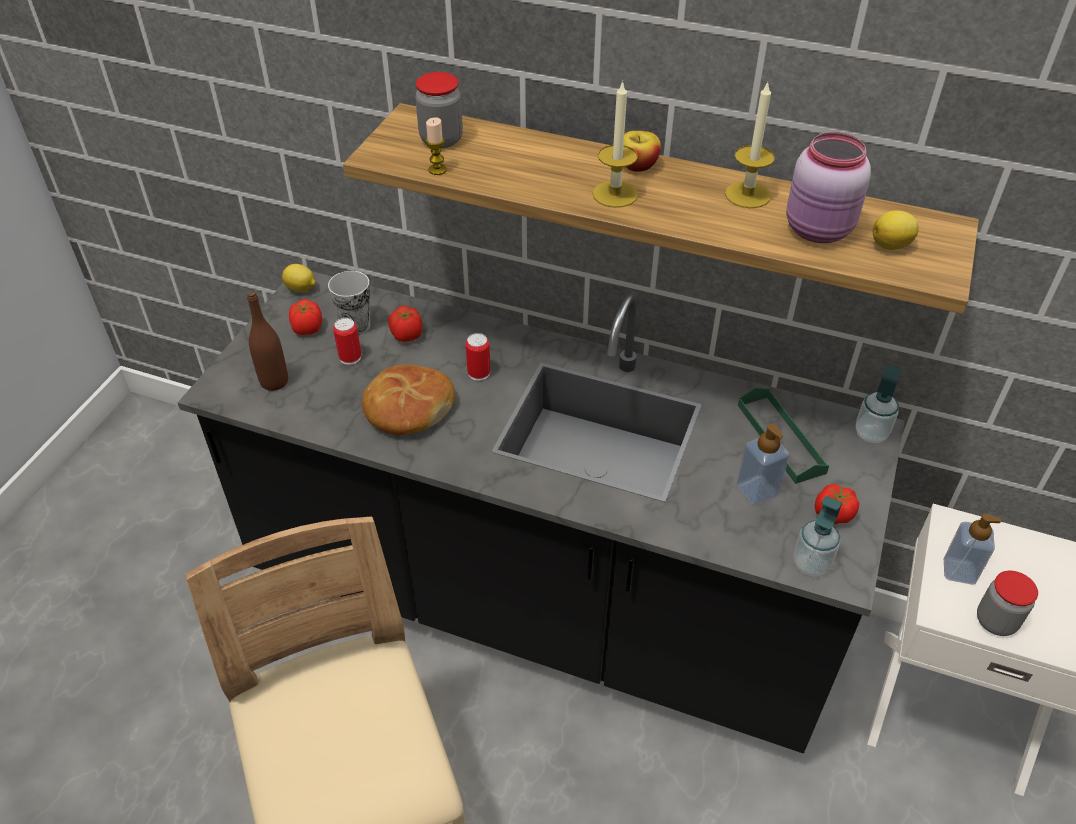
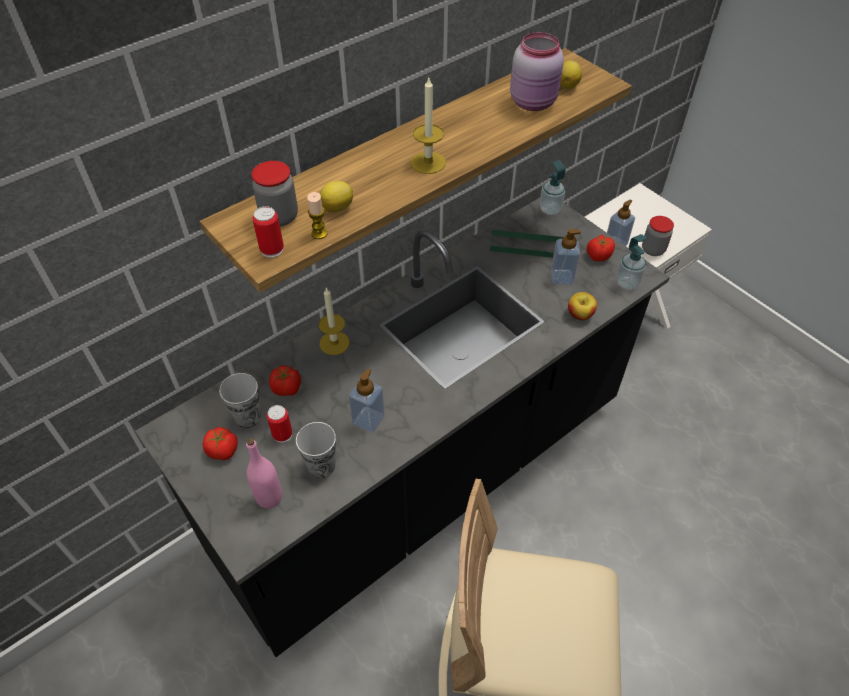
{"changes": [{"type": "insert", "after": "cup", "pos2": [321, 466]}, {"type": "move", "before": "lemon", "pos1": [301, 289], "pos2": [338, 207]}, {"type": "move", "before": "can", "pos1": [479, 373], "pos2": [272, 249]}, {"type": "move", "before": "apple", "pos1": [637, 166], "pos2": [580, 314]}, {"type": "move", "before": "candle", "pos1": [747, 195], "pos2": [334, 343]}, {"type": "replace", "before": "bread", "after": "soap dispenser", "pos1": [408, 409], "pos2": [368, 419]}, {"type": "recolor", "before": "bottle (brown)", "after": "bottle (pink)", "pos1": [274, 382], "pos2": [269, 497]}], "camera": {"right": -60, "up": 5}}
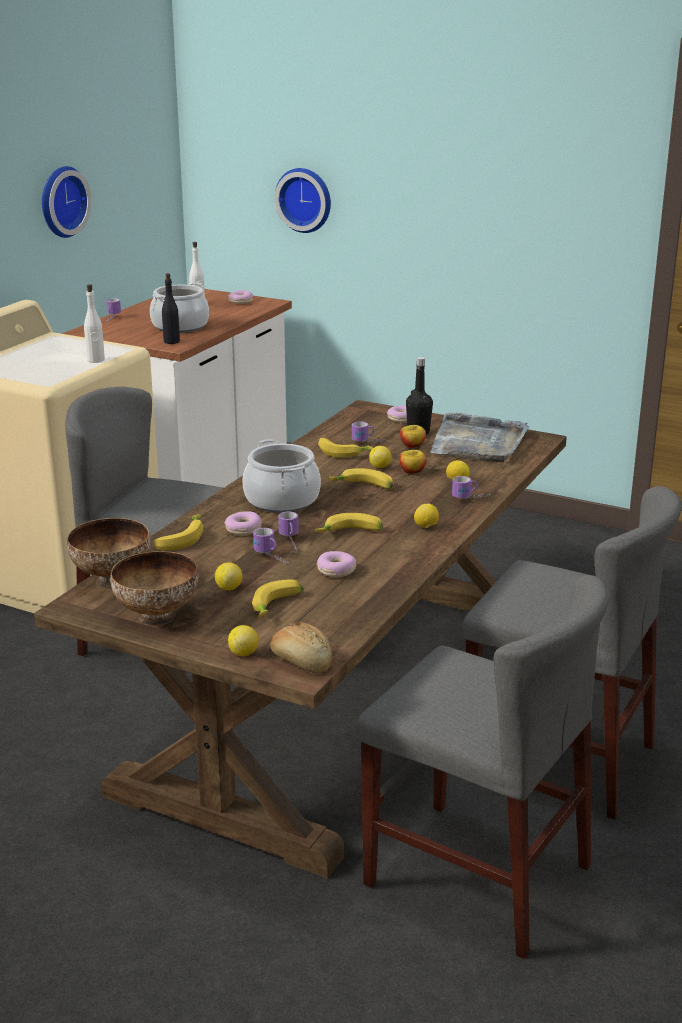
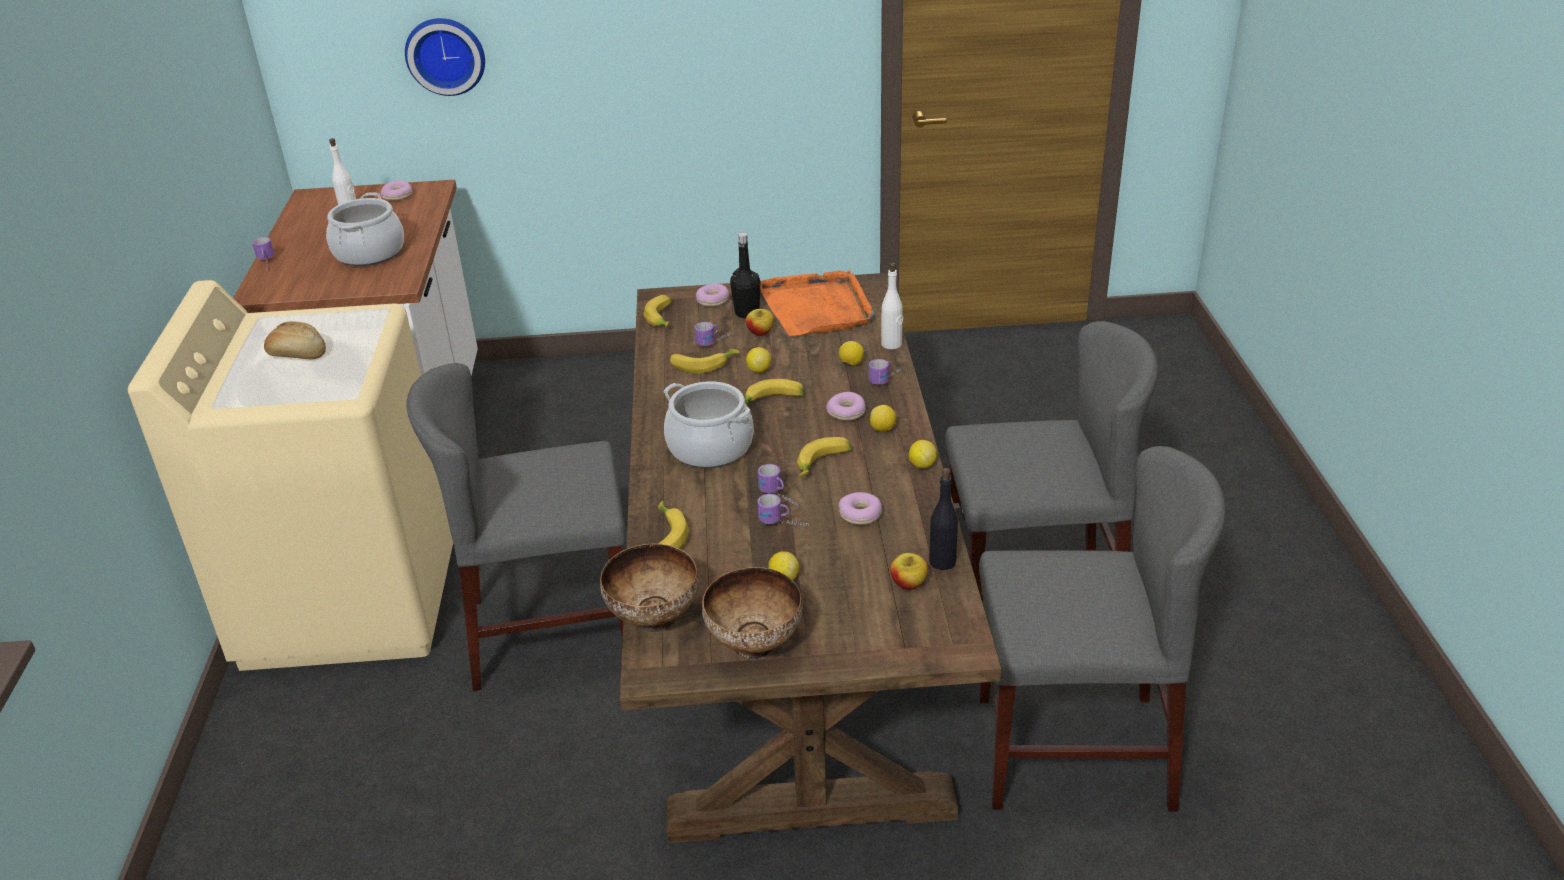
{"changes": [{"type": "delete", "before": "wall clock", "pos1": [60, 201]}, {"type": "move", "before": "bottle (white)", "pos1": [95, 360], "pos2": [891, 344]}, {"type": "move", "before": "bottle (black)", "pos1": [171, 341], "pos2": [942, 561]}, {"type": "move", "before": "donut", "pos1": [243, 529], "pos2": [846, 412]}, {"type": "move", "before": "lemon", "pos1": [243, 653], "pos2": [922, 465]}, {"type": "move", "before": "banana", "pos1": [277, 607], "pos2": [664, 318]}, {"type": "move", "before": "bread", "pos1": [302, 661], "pos2": [297, 354]}, {"type": "move", "before": "apple", "pos1": [412, 471], "pos2": [908, 583]}, {"type": "recolor", "before": "tray (grey)", "after": "tray (orange)", "pos1": [478, 442], "pos2": [817, 307]}], "camera": {"right": -30, "up": 10}}
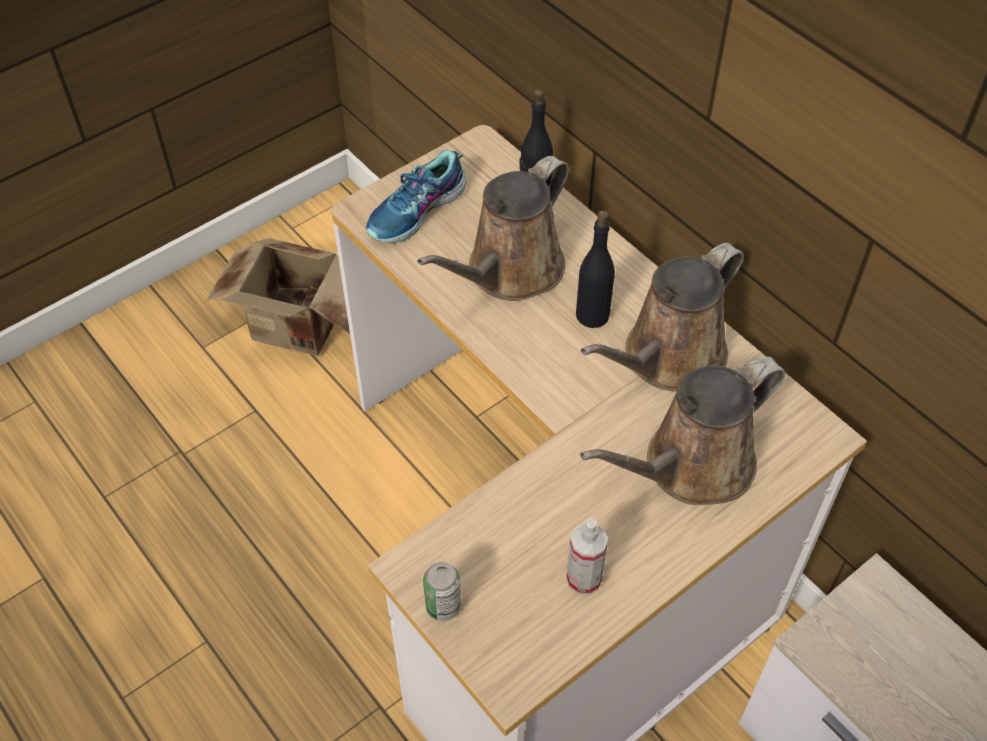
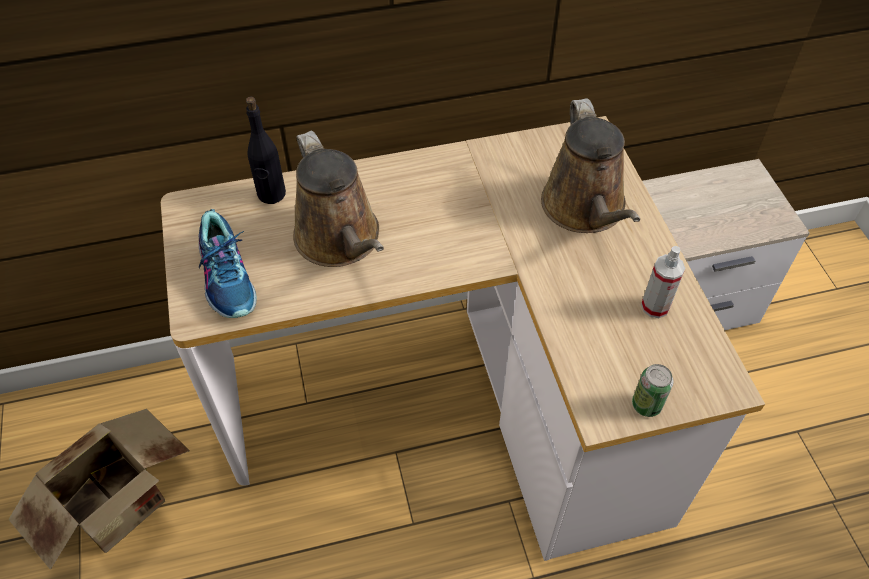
{"changes": [{"type": "delete", "before": "bottle (black)", "pos1": [592, 315]}, {"type": "delete", "before": "watering can (brown)", "pos1": [668, 358]}], "camera": {"right": -65, "up": 0}}
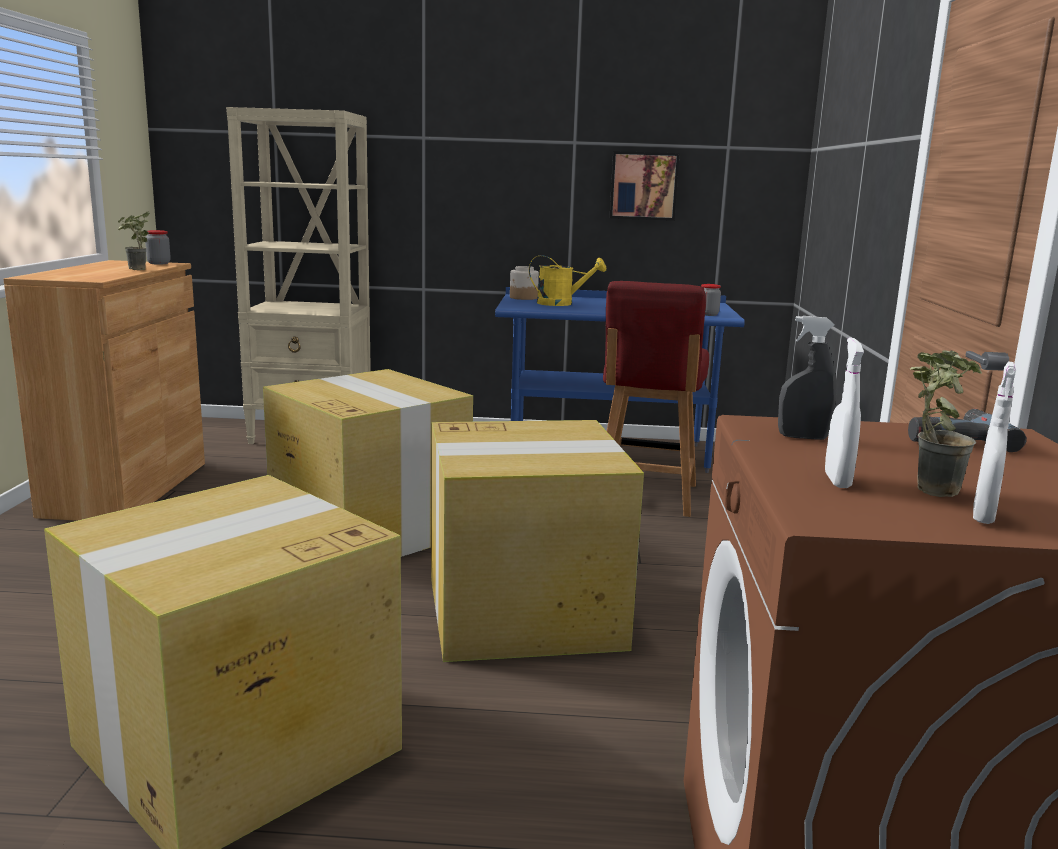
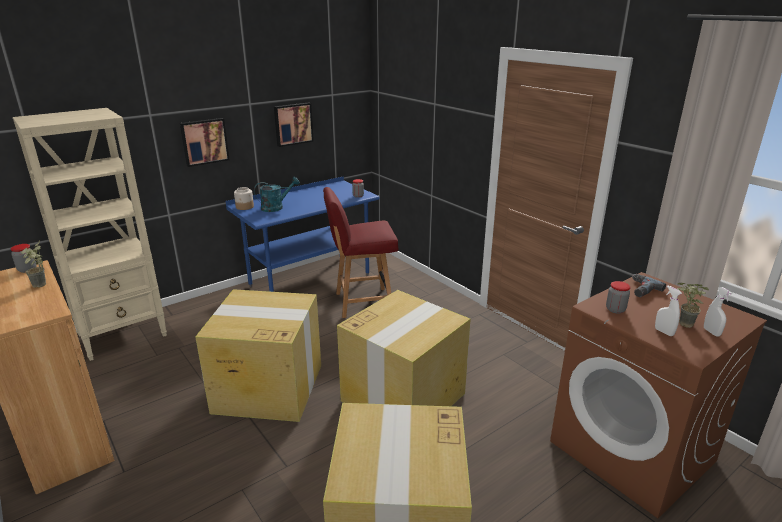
{"changes": [{"type": "insert", "after": "picture", "pos2": [204, 141]}, {"type": "replace", "before": "spray bottle (grey)", "after": "jar", "pos1": [802, 437], "pos2": [615, 309]}, {"type": "recolor", "before": "watering can (yellow)", "after": "watering can (turquoise)", "pos1": [562, 304], "pos2": [276, 207]}, {"type": "rotate", "before": "chair (red)", "pos1": [645, 496], "pos2": [362, 302], "turn": 105}], "camera": {"right": -40, "up": 10}}
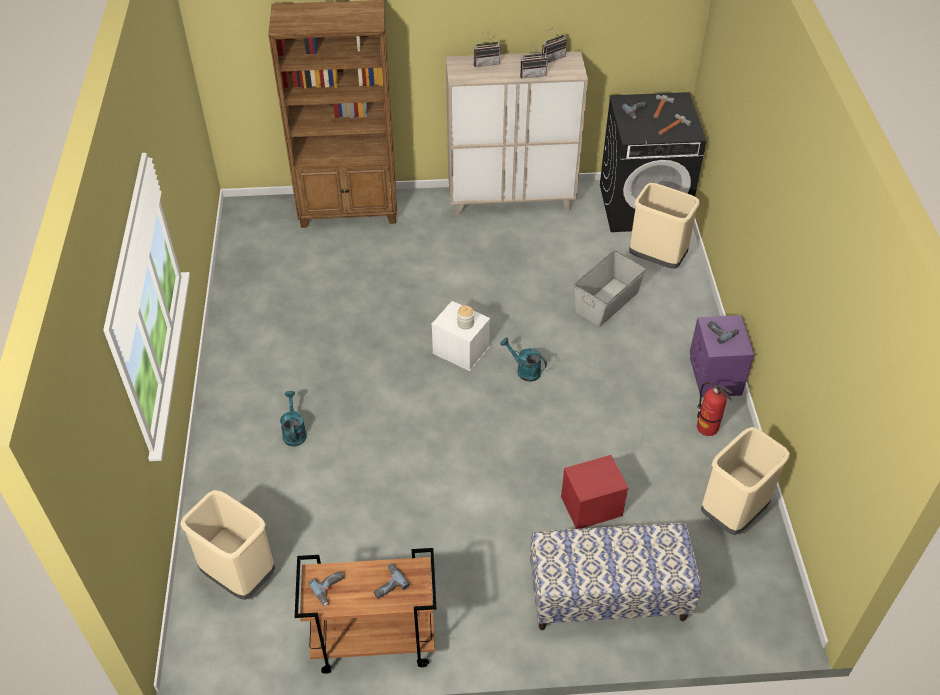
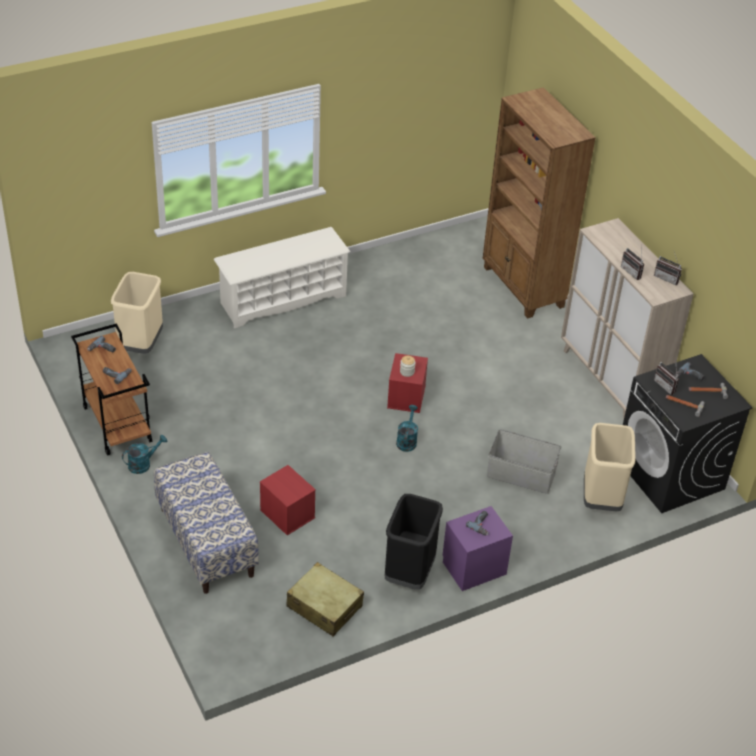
{"changes": [{"type": "insert", "after": "shoe rack (white)", "pos2": [282, 299]}, {"type": "move", "before": "watering can (turquoise)", "pos1": [294, 432], "pos2": [143, 464]}, {"type": "move", "before": "radio", "pos1": [486, 63], "pos2": [667, 386]}, {"type": "replace", "before": "fire extinguisher", "after": "trash can (black)", "pos1": [707, 427], "pos2": [410, 573]}, {"type": "replace", "before": "trash can (beige)", "after": "suitcase (beige)", "pos1": [733, 513], "pos2": [324, 606]}, {"type": "recolor", "before": "storage box (white)", "after": "storage box (red)", "pos1": [460, 350], "pos2": [406, 396]}], "camera": {"right": 65, "up": -5}}
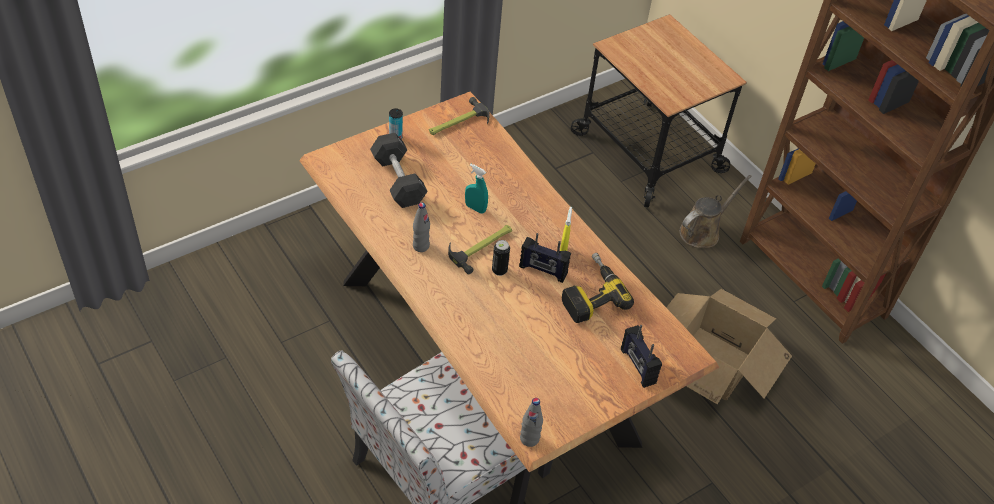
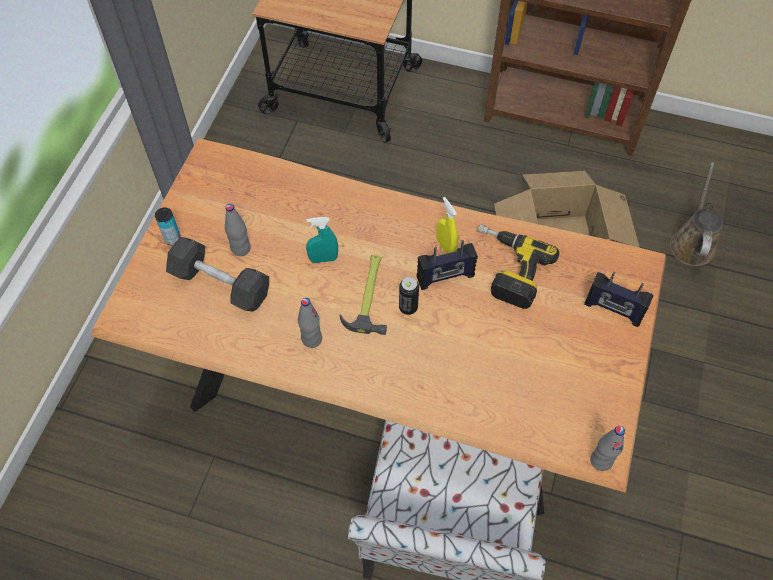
{"changes": [{"type": "delete", "before": "hammer", "pos1": [457, 122]}, {"type": "insert", "after": "bottle (grey)", "pos2": [240, 249]}, {"type": "move", "before": "watering can (brown)", "pos1": [702, 231], "pos2": [692, 243]}], "camera": {"right": -35, "up": 10}}
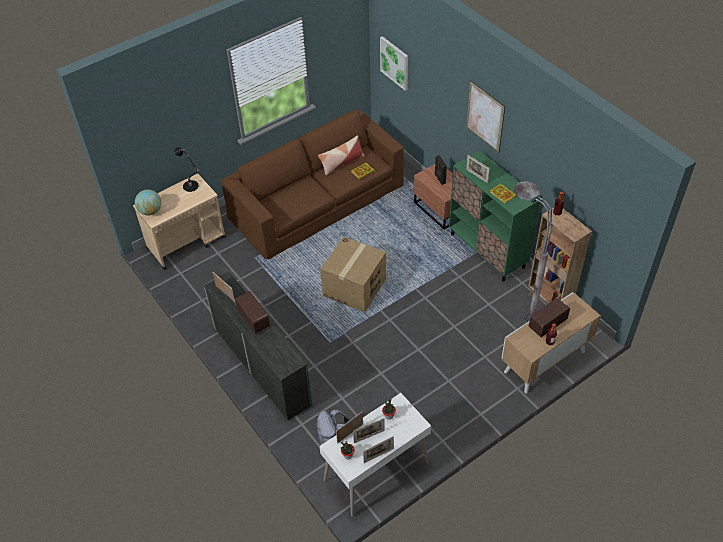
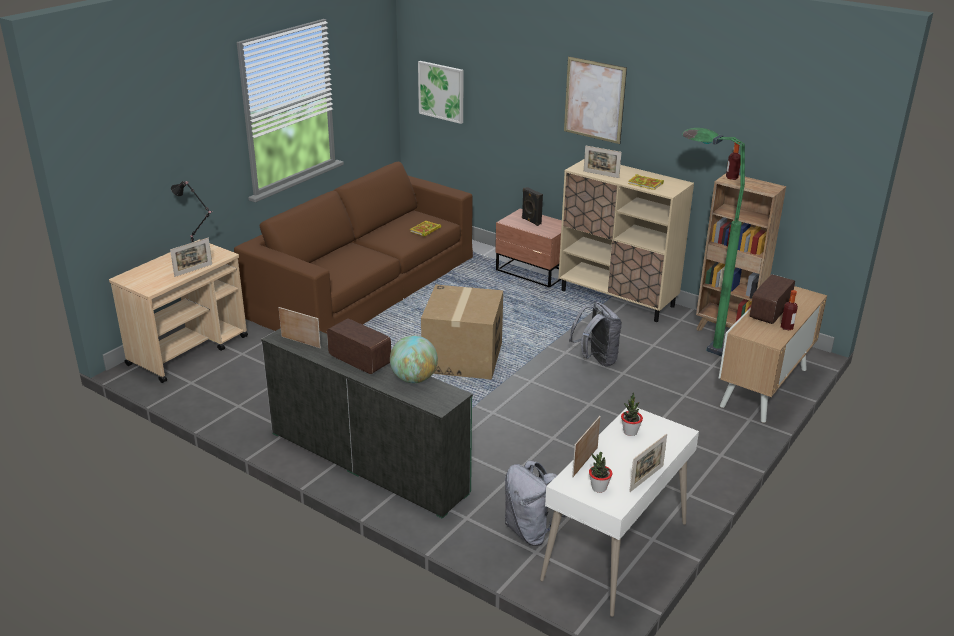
{"changes": [{"type": "delete", "before": "pillow", "pos1": [341, 163]}, {"type": "insert", "after": "backpack (grey)", "pos2": [596, 360]}, {"type": "move", "before": "globe", "pos1": [150, 211], "pos2": [414, 379]}, {"type": "move", "before": "picture frame", "pos1": [369, 436], "pos2": [193, 270]}, {"type": "recolor", "before": "cabinet (green)", "after": "cabinet (beige)", "pos1": [487, 251], "pos2": [617, 298]}, {"type": "recolor", "before": "floor lamp (grey)", "after": "floor lamp (green)", "pos1": [515, 304], "pos2": [687, 339]}], "camera": {"right": -20, "up": -20}}
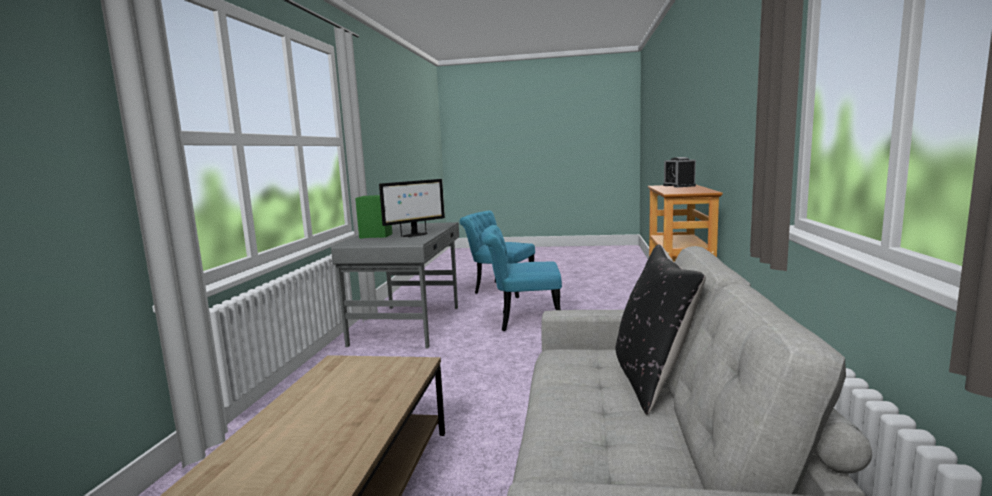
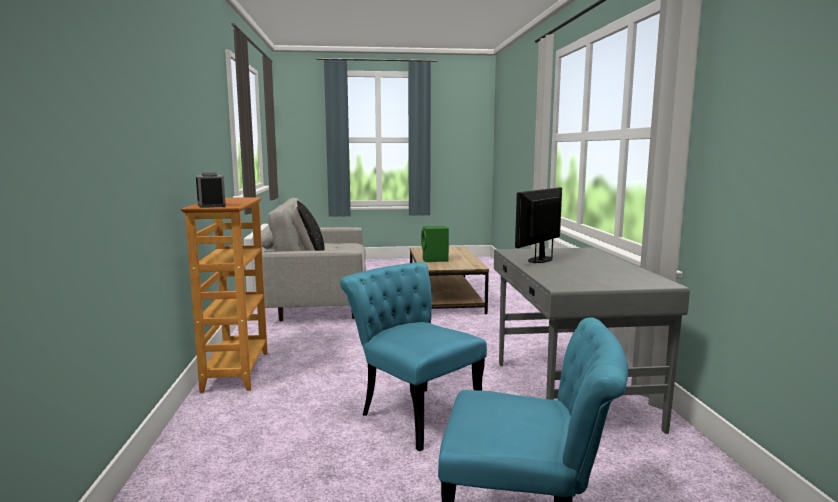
{"changes": [{"type": "move", "before": "speaker (green)", "pos1": [377, 235], "pos2": [435, 260]}, {"type": "rotate", "before": "chair (turquoise)", "pos1": [523, 321], "pos2": [414, 412], "turn": -120}], "camera": {"right": 165, "up": 0}}
